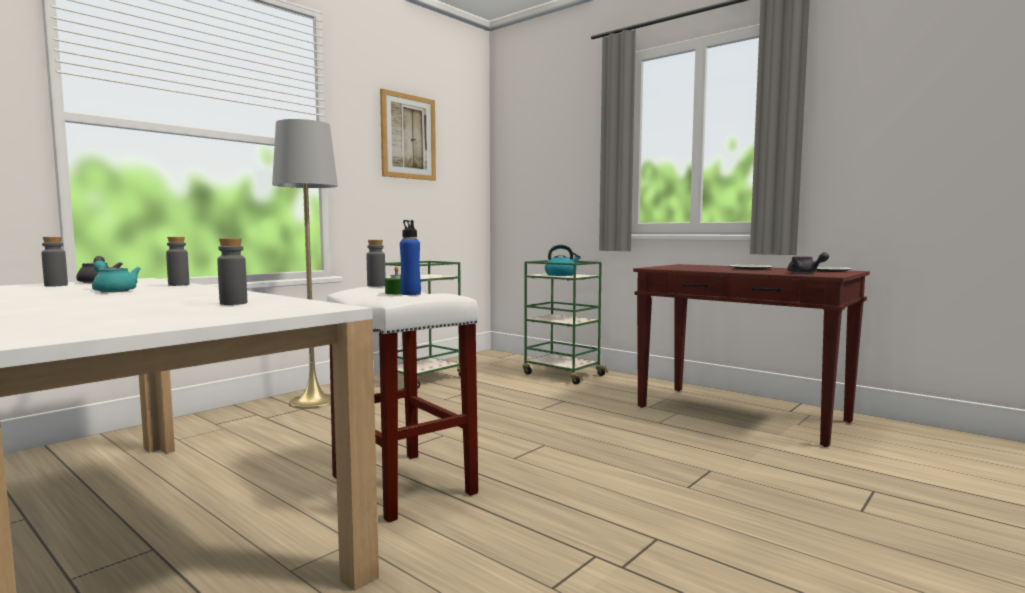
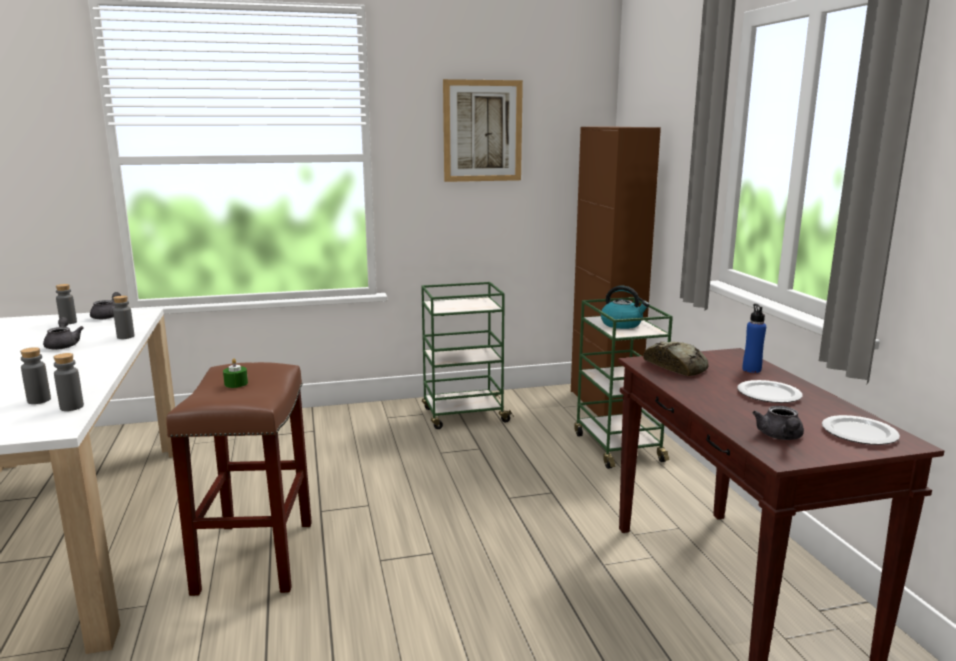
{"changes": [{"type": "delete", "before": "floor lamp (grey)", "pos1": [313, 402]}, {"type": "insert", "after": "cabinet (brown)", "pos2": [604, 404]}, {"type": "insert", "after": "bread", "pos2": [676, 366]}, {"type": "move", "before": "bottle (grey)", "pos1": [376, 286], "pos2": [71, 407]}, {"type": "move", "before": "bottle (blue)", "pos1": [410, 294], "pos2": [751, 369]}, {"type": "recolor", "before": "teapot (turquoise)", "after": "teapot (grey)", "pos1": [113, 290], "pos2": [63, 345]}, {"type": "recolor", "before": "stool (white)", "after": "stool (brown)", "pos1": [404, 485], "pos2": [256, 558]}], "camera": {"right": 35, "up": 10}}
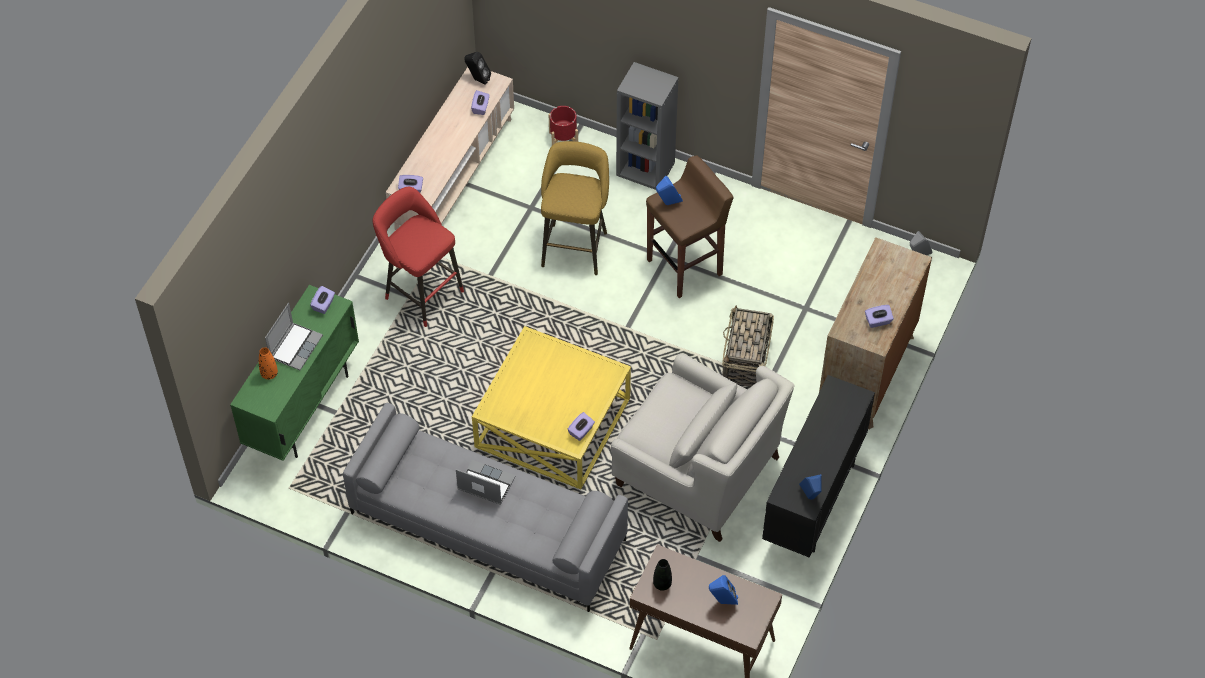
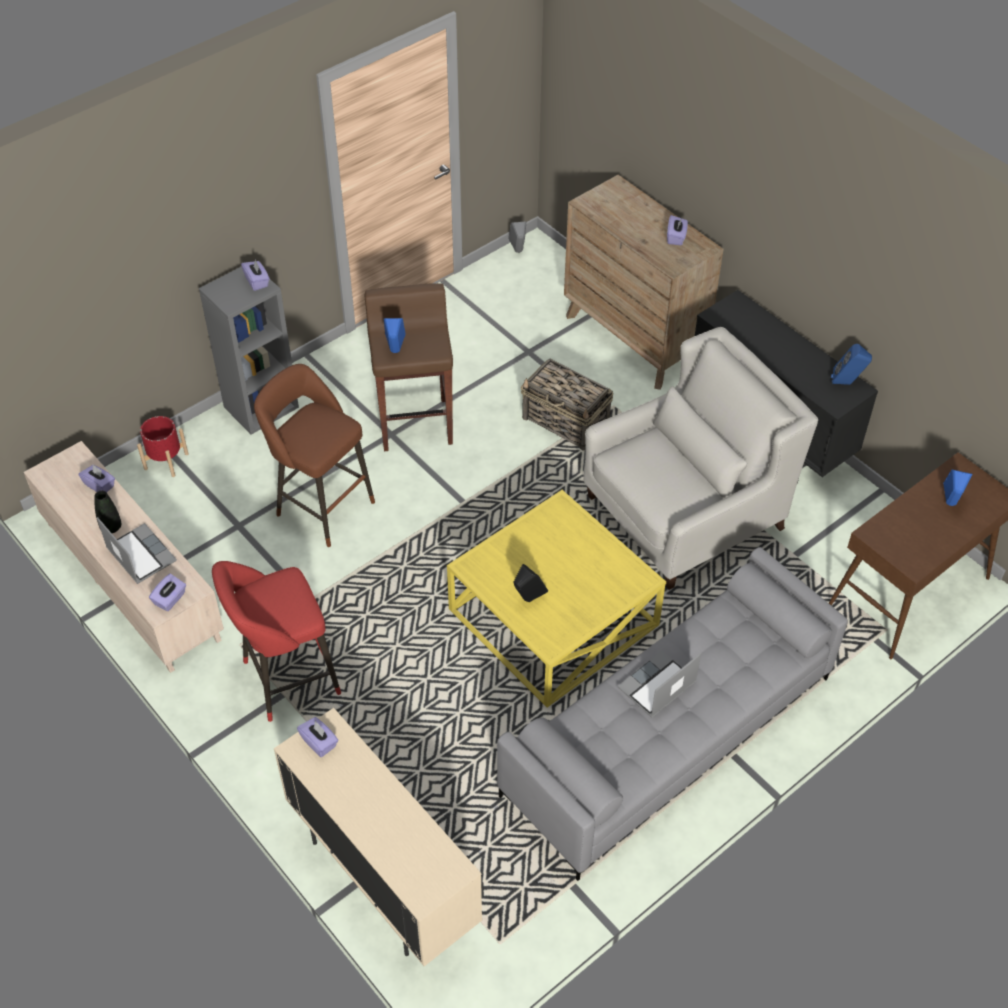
{"changes": [{"type": "delete", "before": "vase (orange)", "pos1": [269, 374]}, {"type": "move", "before": "laptop", "pos1": [295, 346], "pos2": [139, 555]}, {"type": "move", "before": "speaker (black)", "pos1": [477, 79], "pos2": [528, 599]}, {"type": "move", "before": "tissue box (purple)", "pos1": [581, 431], "pos2": [257, 281]}, {"type": "move", "before": "vase (black)", "pos1": [662, 584], "pos2": [111, 527]}, {"type": "recolor", "before": "cabinet (green)", "after": "cabinet (beige)", "pos1": [304, 408], "pos2": [383, 878]}, {"type": "recolor", "before": "stool (yellow)", "after": "stool (brown)", "pos1": [575, 245], "pos2": [321, 505]}], "camera": {"right": -65, "up": -5}}
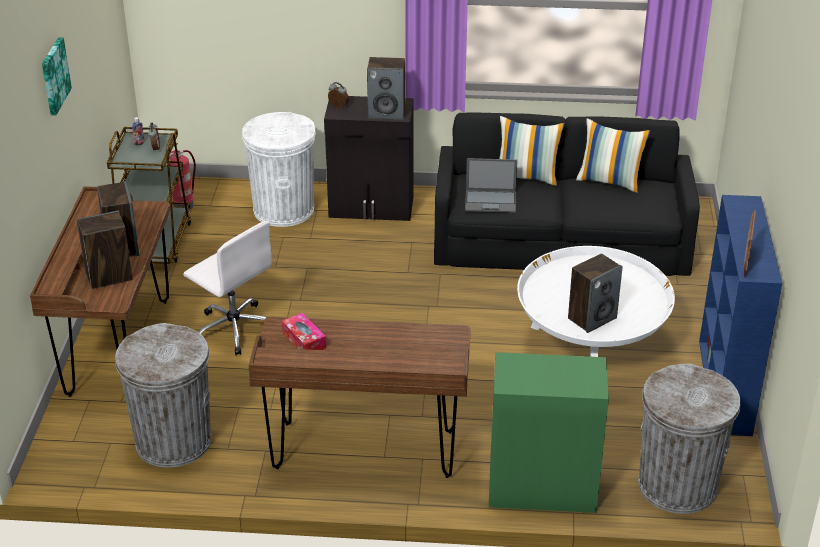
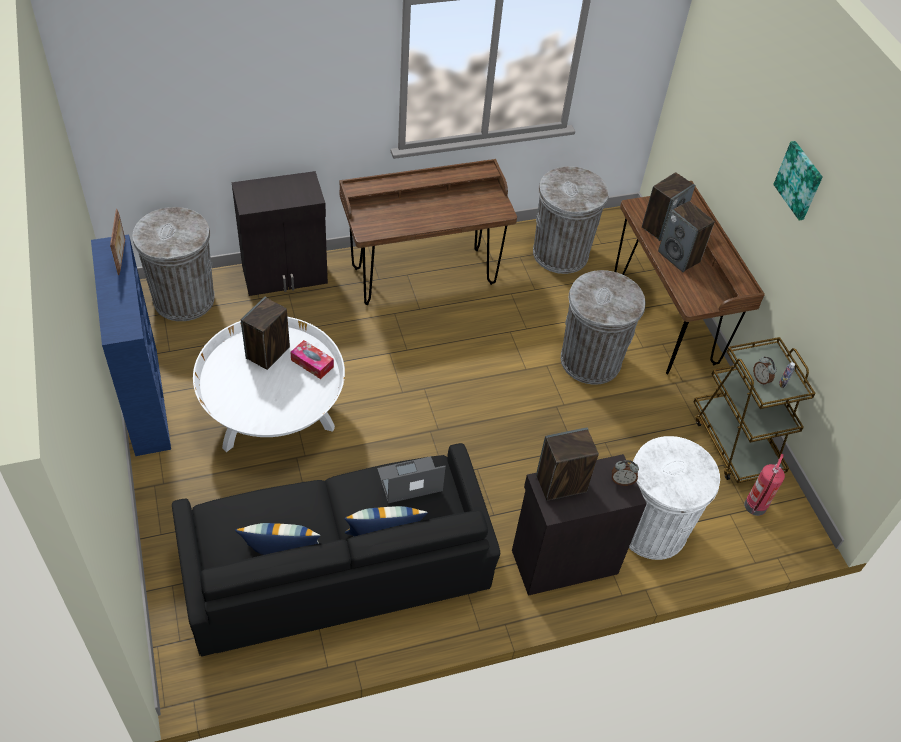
{"changes": [{"type": "move", "before": "tissue box", "pos1": [304, 340], "pos2": [312, 363]}, {"type": "replace", "before": "office chair (white)", "after": "trash can (grey)", "pos1": [233, 328], "pos2": [590, 360]}, {"type": "recolor", "before": "cabinet (green)", "after": "cabinet (black)", "pos1": [541, 488], "pos2": [285, 275]}], "camera": {"right": 155, "up": 15}}
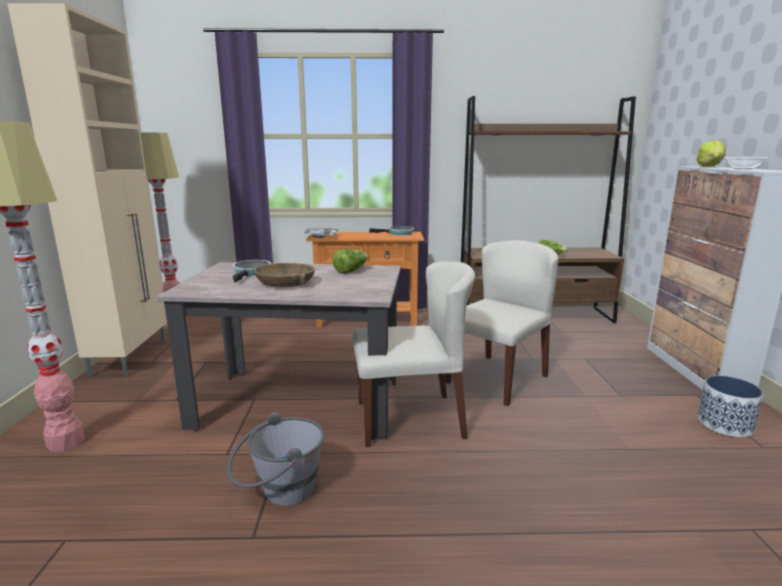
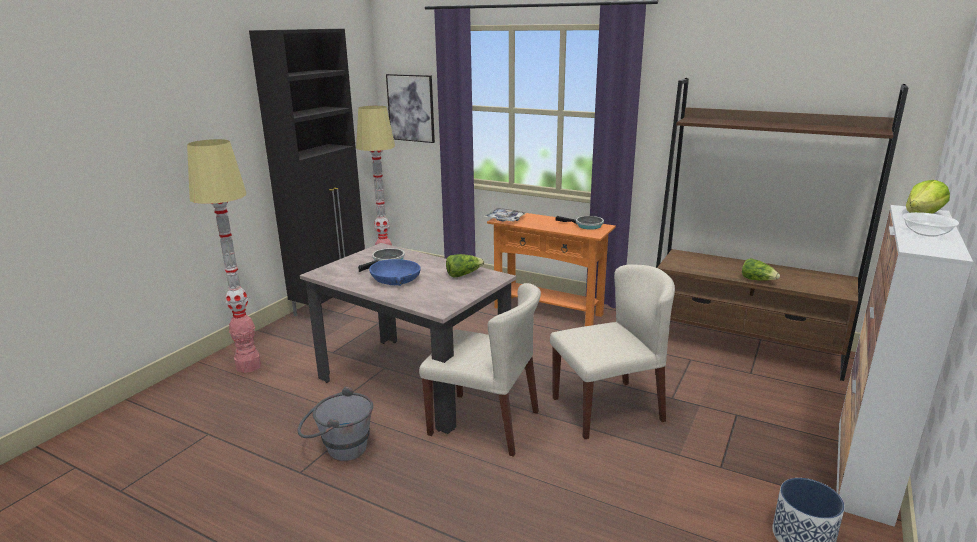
{"changes": [{"type": "insert", "after": "picture", "pos2": [411, 108]}, {"type": "recolor", "before": "cabinet (beige)", "after": "cabinet (black)", "pos1": [131, 357], "pos2": [332, 304]}, {"type": "recolor", "before": "bowl (brown)", "after": "bowl (blue)", "pos1": [286, 283], "pos2": [396, 279]}], "camera": {"right": 30, "up": 5}}
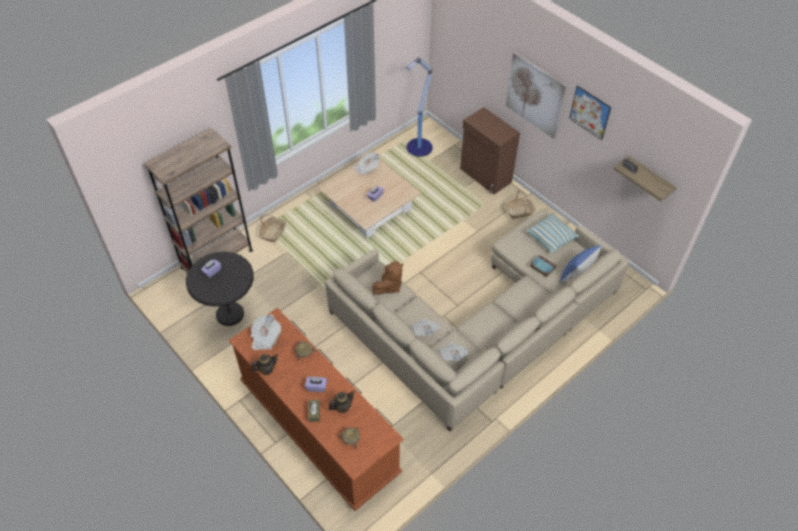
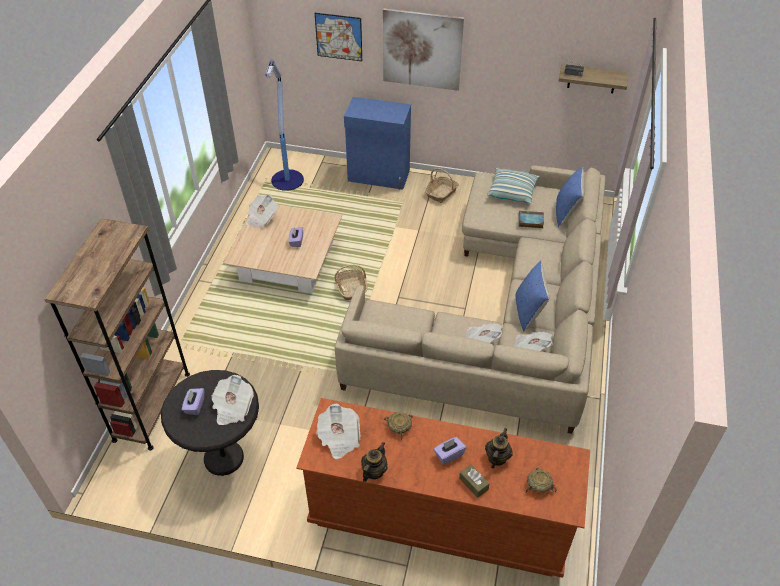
{"changes": [{"type": "delete", "before": "plush toy (brown)", "pos1": [389, 286]}, {"type": "insert", "after": "newspaper", "pos2": [232, 408]}, {"type": "insert", "after": "pillow (blue)", "pos2": [528, 312]}, {"type": "move", "before": "basket", "pos1": [273, 232], "pos2": [351, 288]}, {"type": "move", "before": "picture", "pos1": [589, 113], "pos2": [339, 37]}, {"type": "recolor", "before": "cabinet (brown)", "after": "cabinet (blue)", "pos1": [485, 176], "pos2": [379, 176]}], "camera": {"right": -35, "up": -5}}
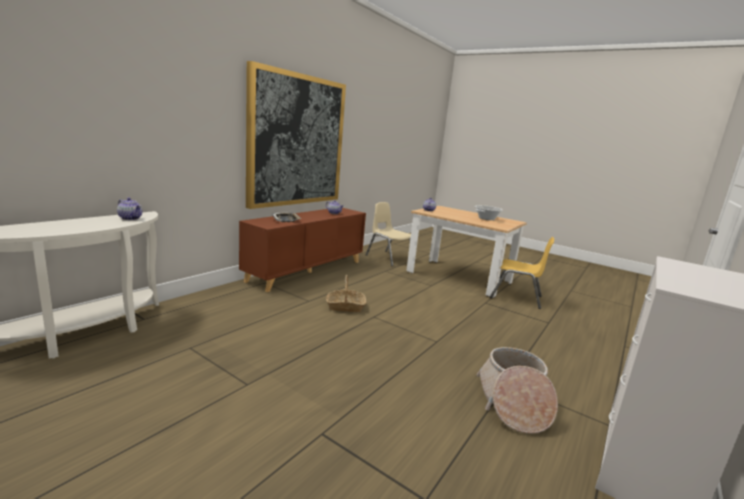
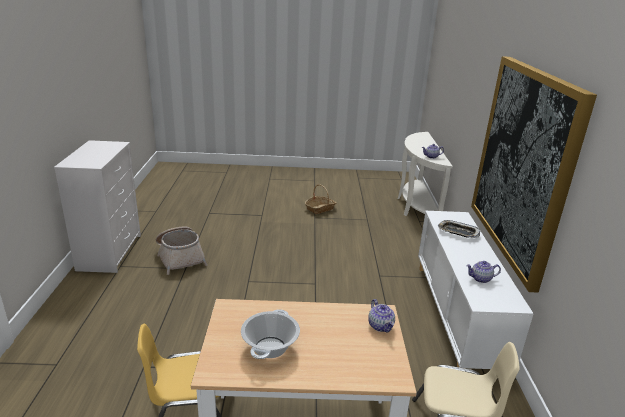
{"changes": [{"type": "move", "before": "basket", "pos1": [345, 306], "pos2": [320, 208]}, {"type": "recolor", "before": "cabinet (brown)", "after": "cabinet (white)", "pos1": [307, 271], "pos2": [456, 316]}], "camera": {"right": 145, "up": 10}}
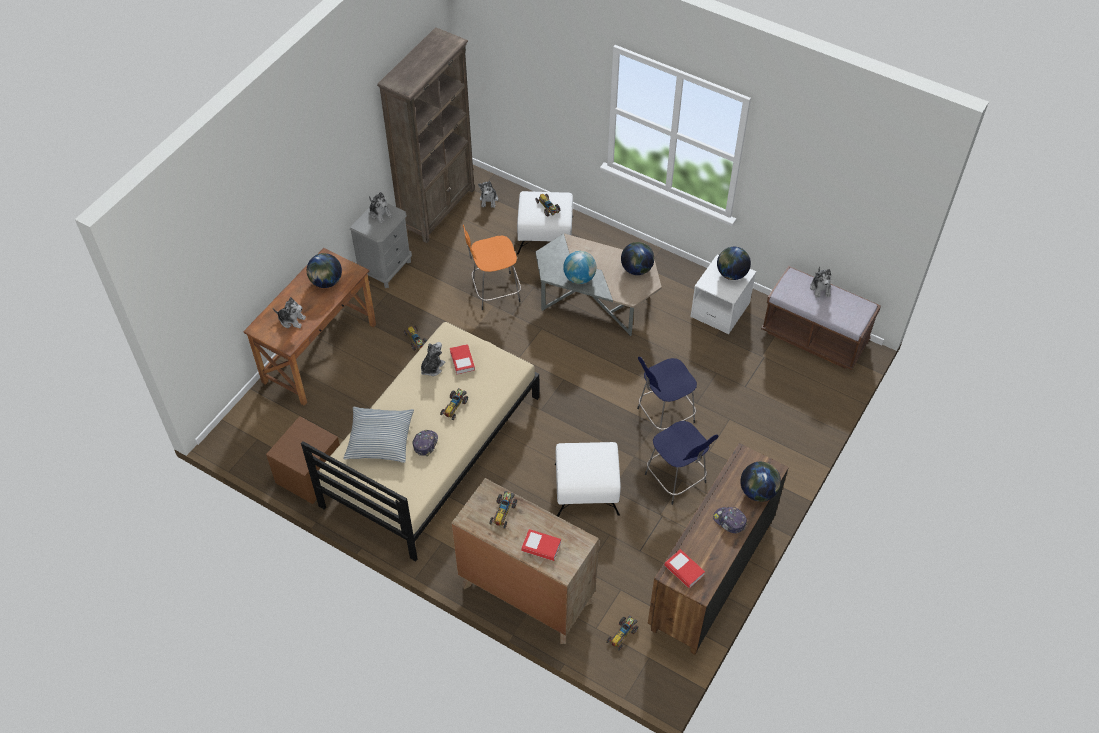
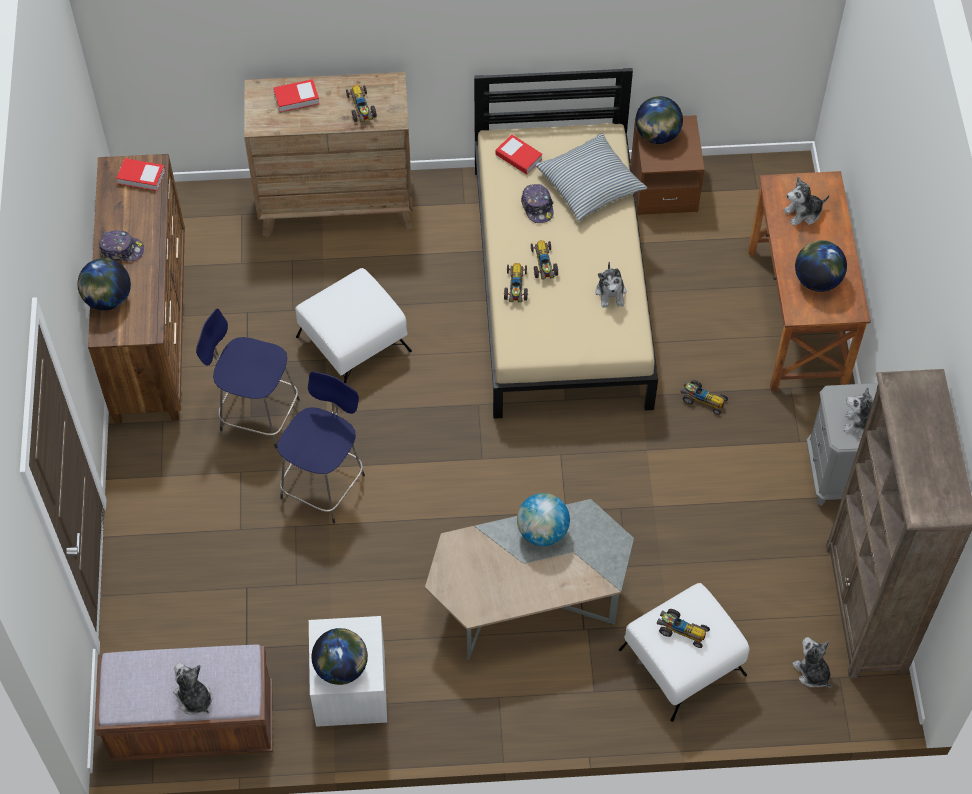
{"changes": [{"type": "delete", "before": "stool (orange)", "pos1": [494, 291]}, {"type": "move", "before": "book", "pos1": [462, 361], "pos2": [518, 157]}, {"type": "move", "before": "toy car", "pos1": [623, 634], "pos2": [516, 287]}, {"type": "move", "before": "globe", "pos1": [636, 269], "pos2": [657, 135]}], "camera": {"right": 145, "up": 5}}
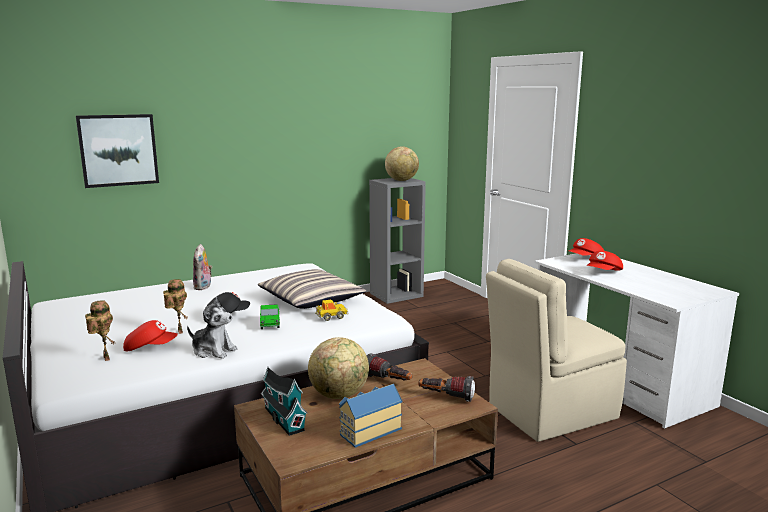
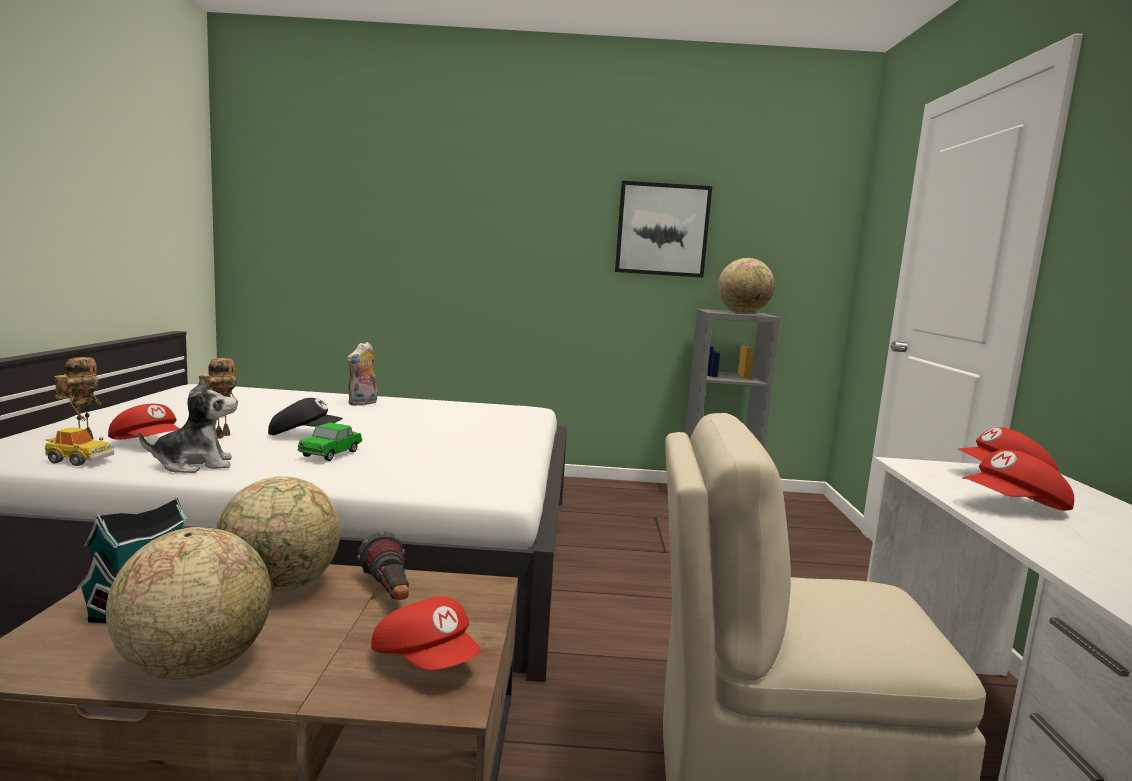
{"changes": [{"type": "delete", "before": "pillow", "pos1": [311, 299]}, {"type": "move", "before": "picture", "pos1": [118, 150], "pos2": [662, 230]}, {"type": "move", "before": "toy car", "pos1": [332, 316], "pos2": [79, 460]}, {"type": "replace", "before": "toy house", "after": "globe", "pos1": [368, 430], "pos2": [195, 665]}, {"type": "replace", "before": "flashlight", "after": "cap (red)", "pos1": [446, 397], "pos2": [427, 660]}, {"type": "rotate", "before": "plush toy", "pos1": [213, 351], "pos2": [195, 465], "turn": -75}], "camera": {"right": 30, "up": -5}}
